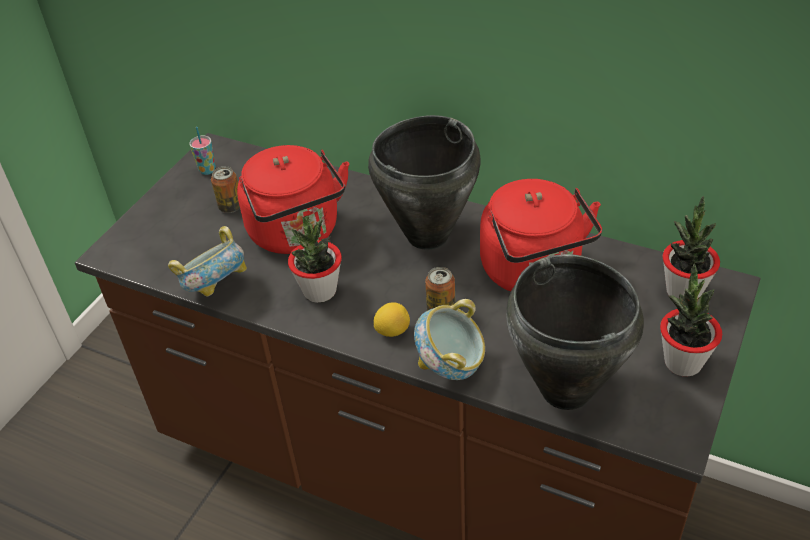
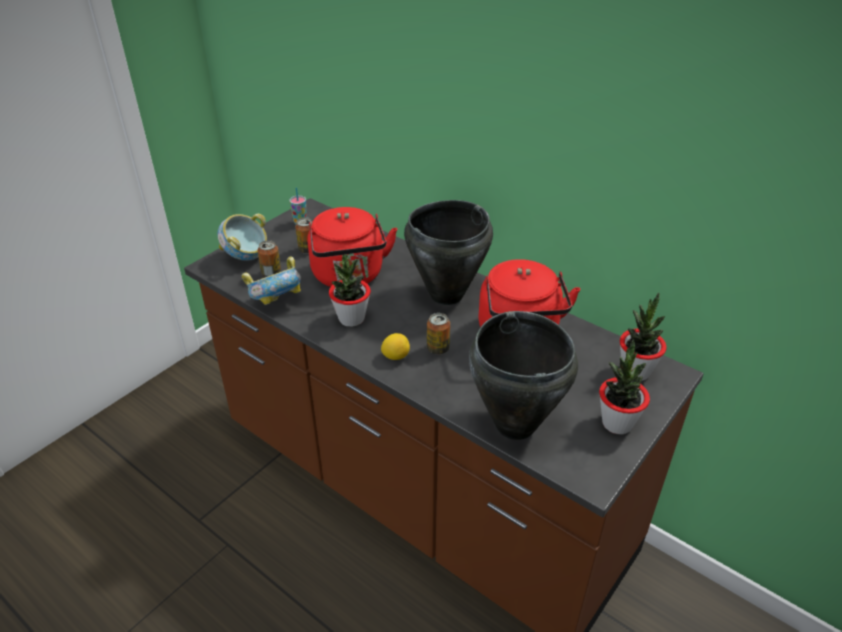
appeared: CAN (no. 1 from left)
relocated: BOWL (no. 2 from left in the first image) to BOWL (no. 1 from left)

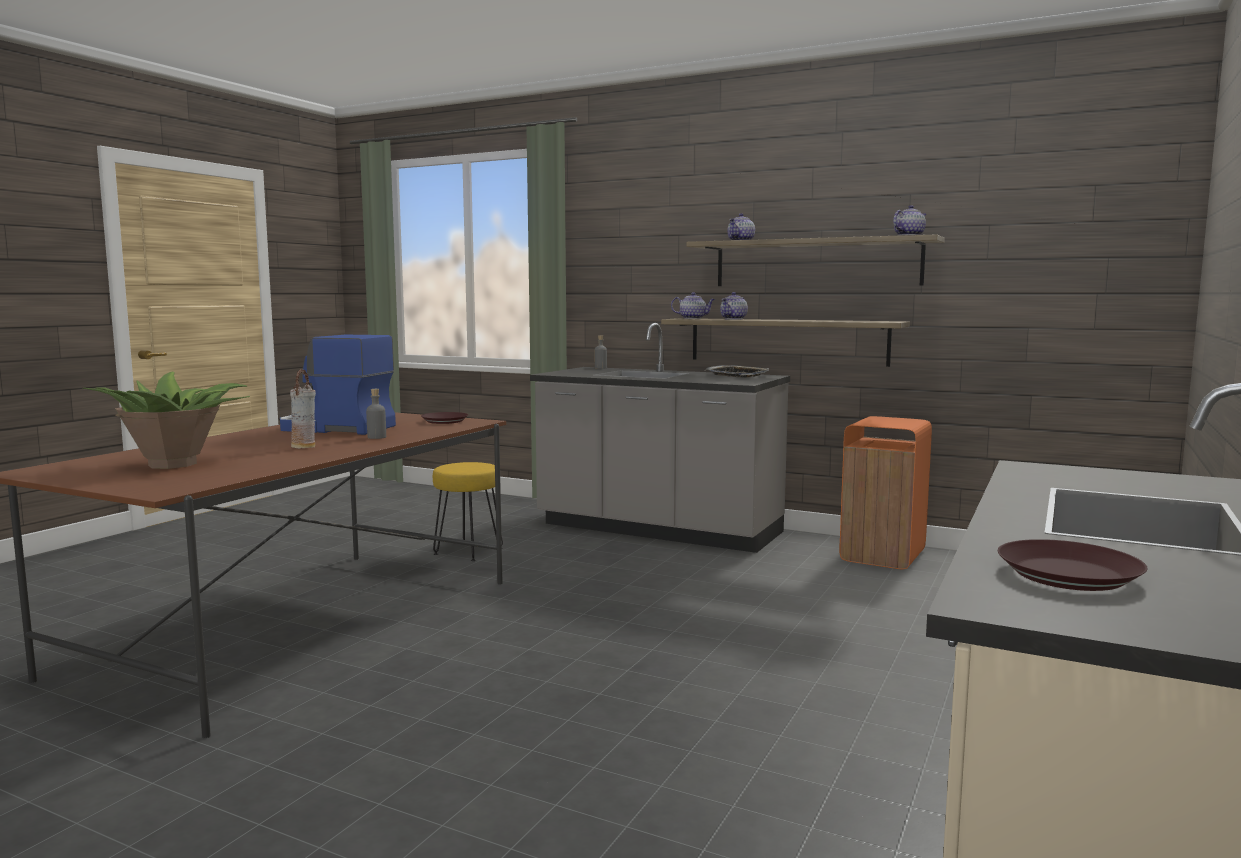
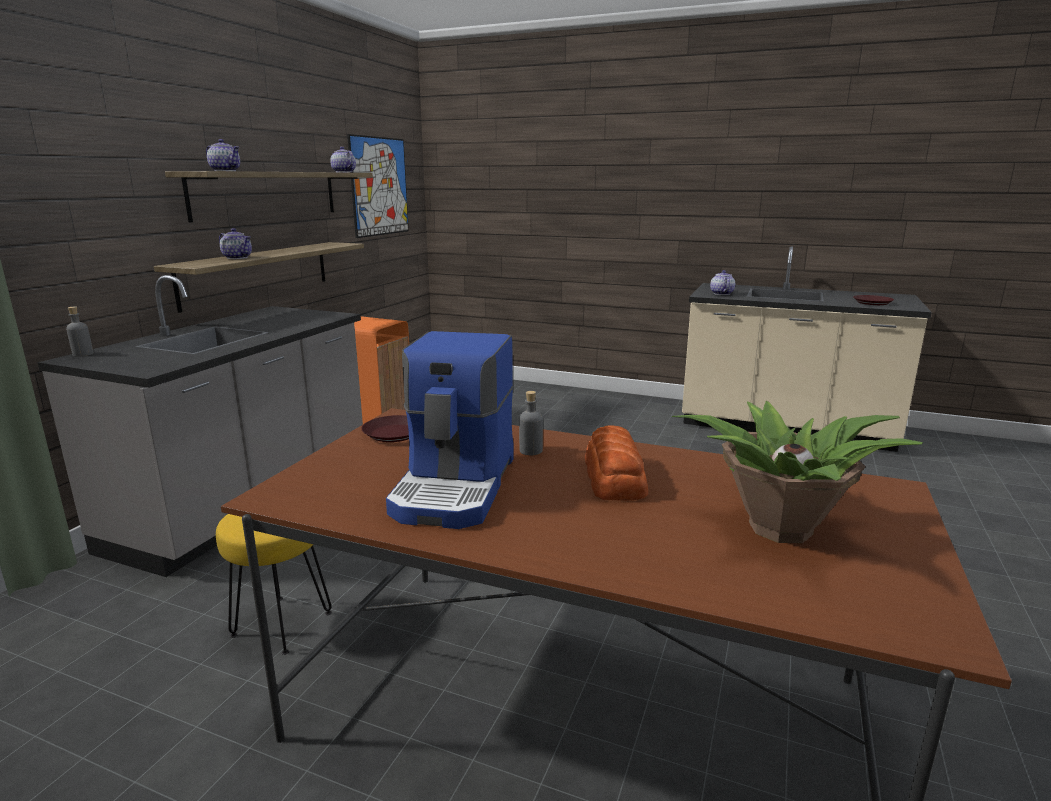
missing: TRAY
appeared: PICTURE
relocated: TEAPOT (no. 1 from left in the first image) to TEAPOT (no. 4 from left)
exchanged: VASE to BREAD

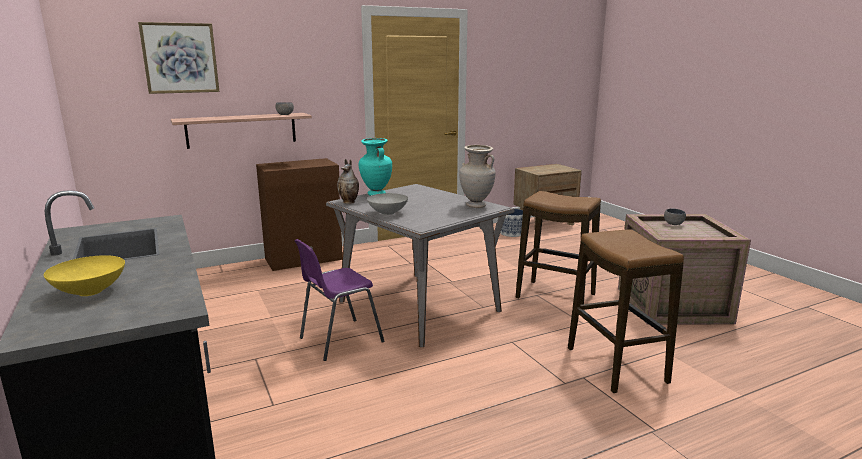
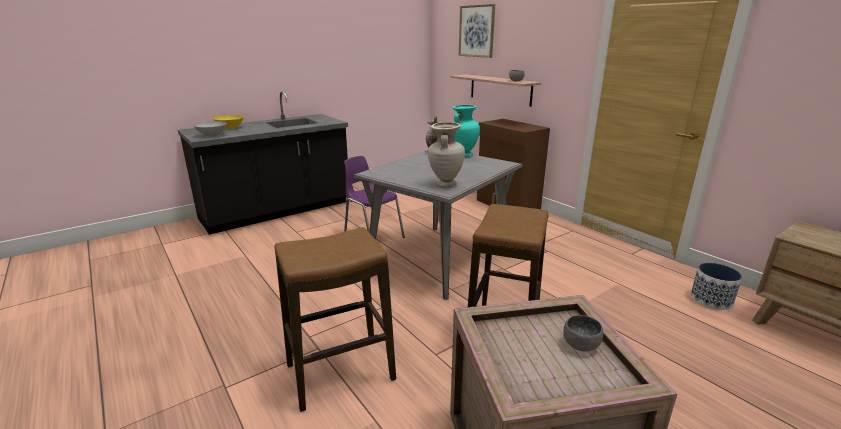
relocated: GREY BOWL (no. 2 from left in the first image) to GREY BOWL (no. 1 from left)

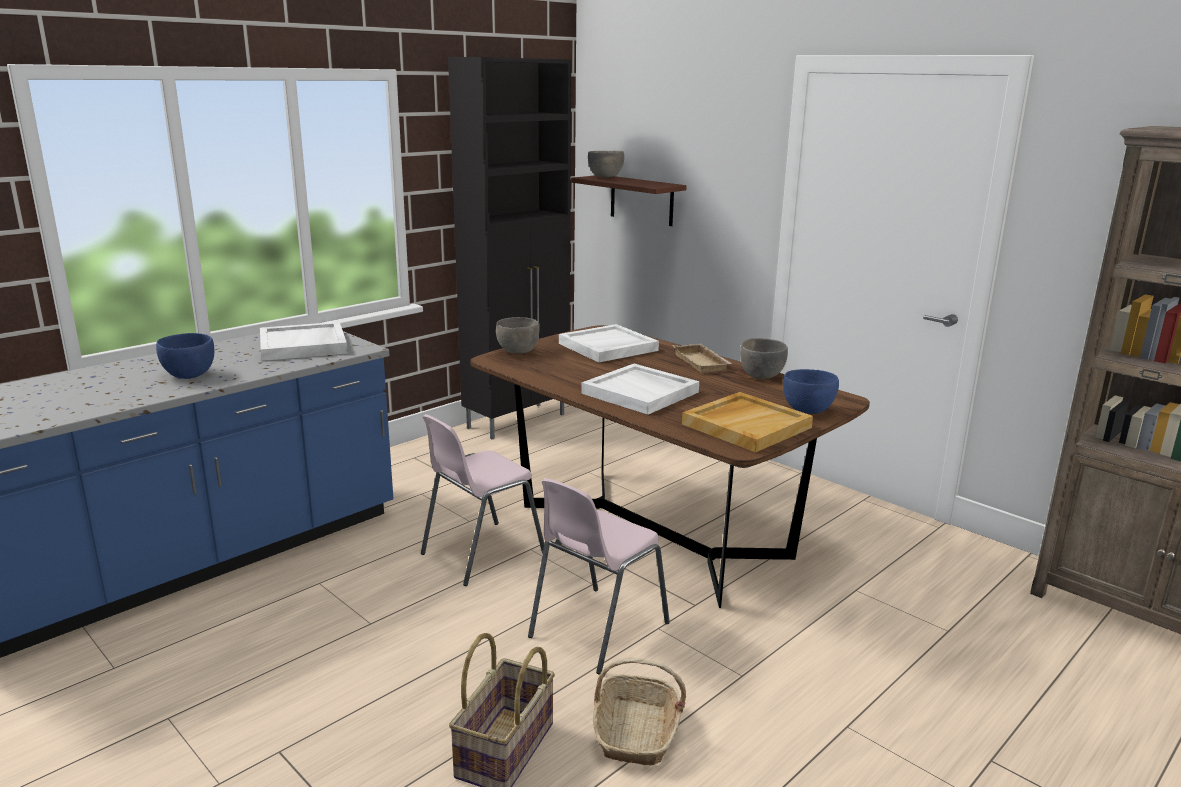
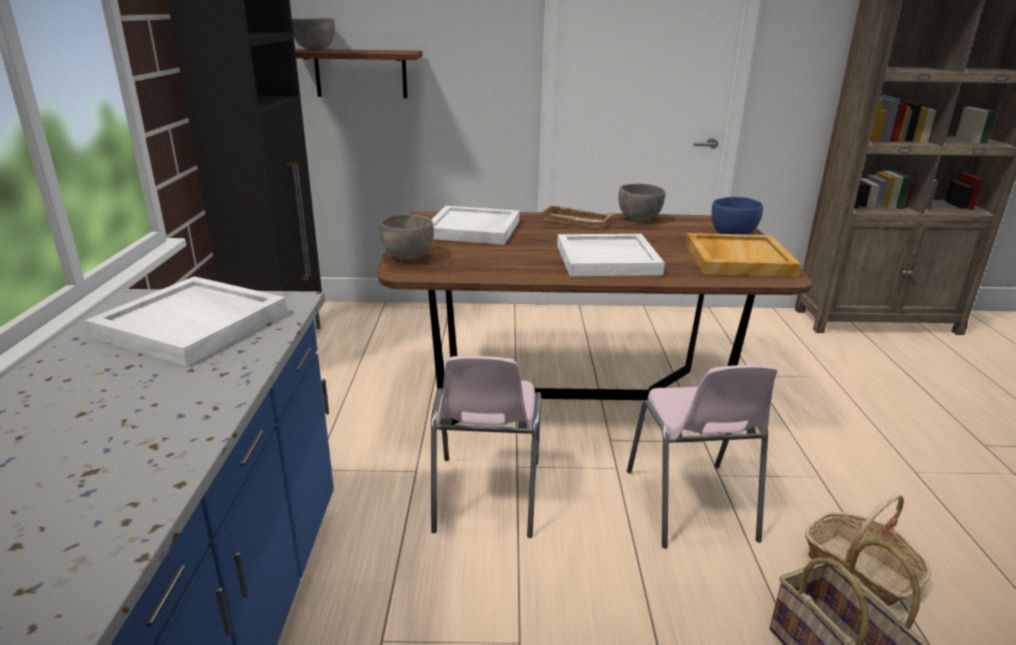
missing: BLUE BOWL (no. 1 from left)

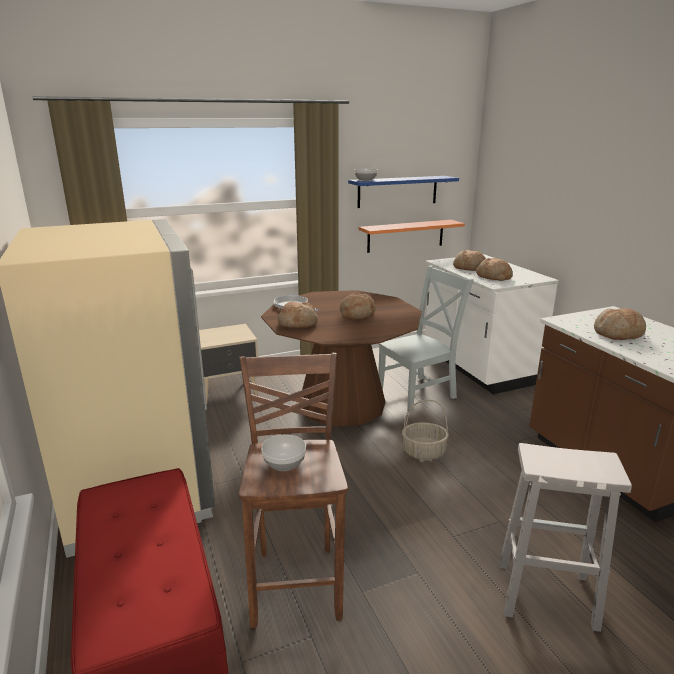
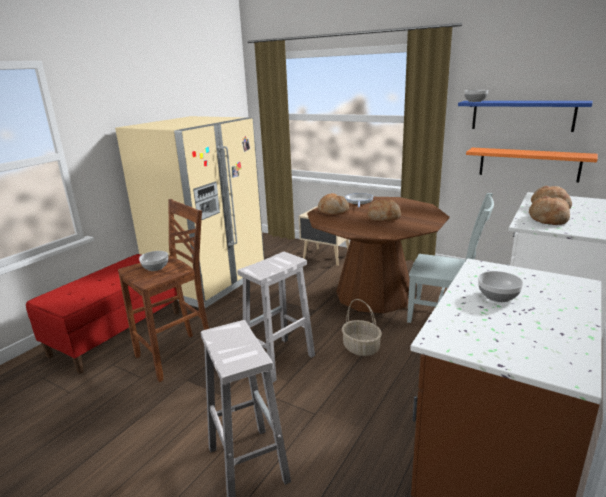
appeared: WHITE STOOL (no. 2 from left)
exchanged: BREAD (no. 5 from left) to BOWL (no. 3 from left)

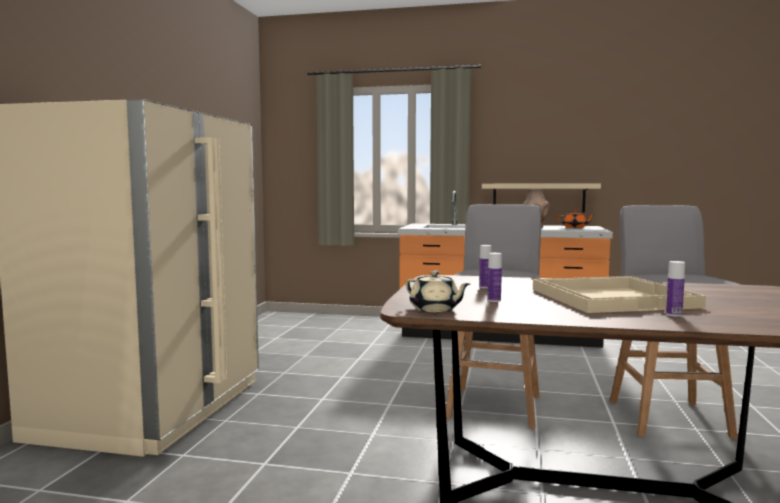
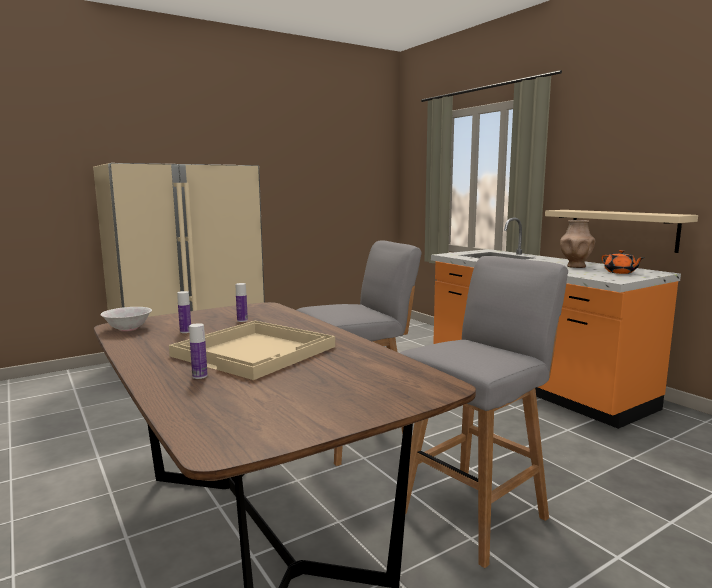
exchanged: BEIGE TEAPOT to WHITE BOWL

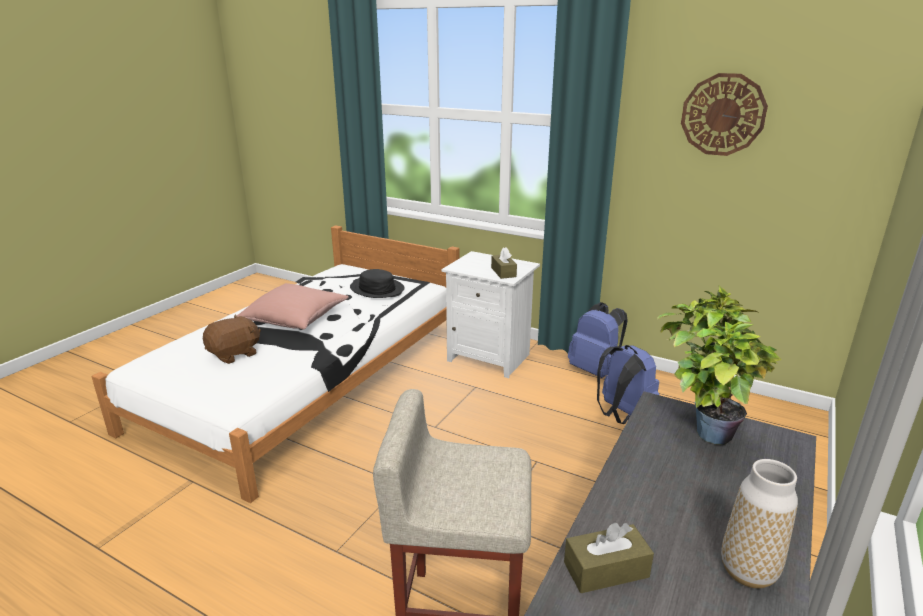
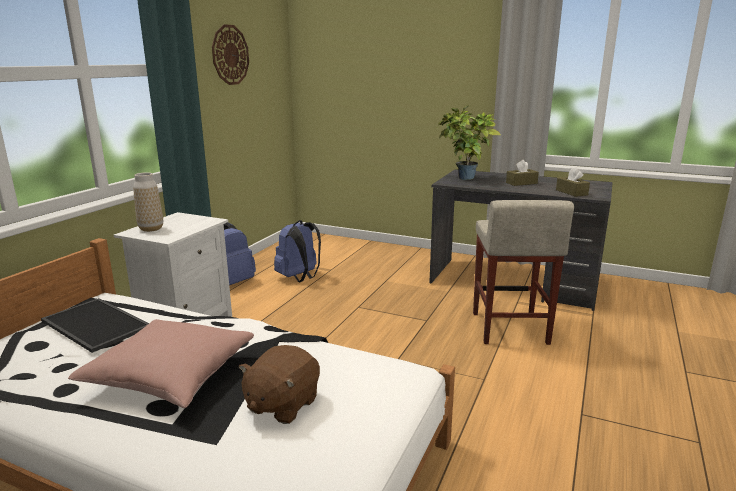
relocated: BROWN TISSUE BOX (no. 1 from left); VASE
exchanged: BLACK HAT to TRAY
spun: BROWN PLUSH TOY 105 degrees counterclockwise

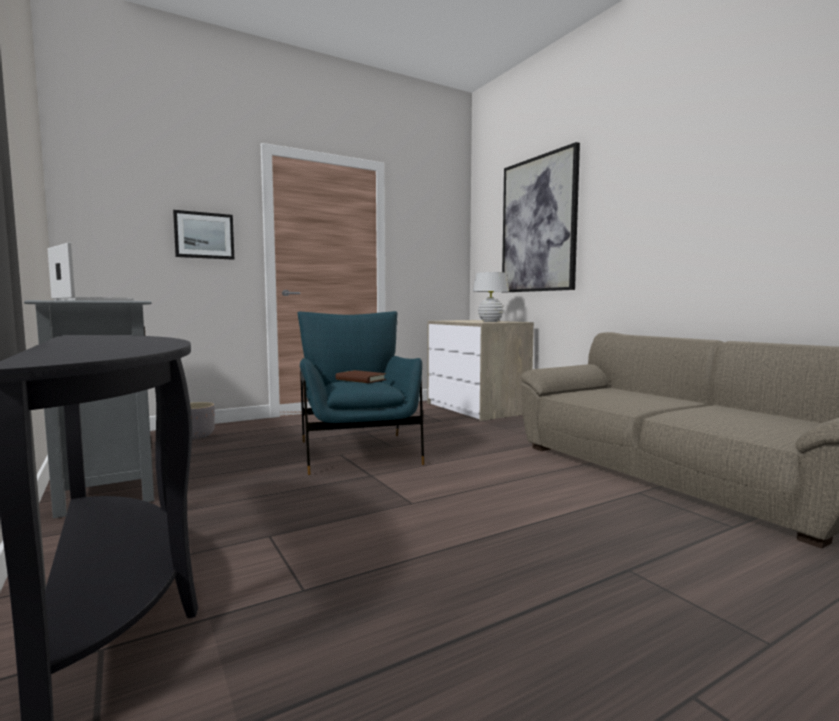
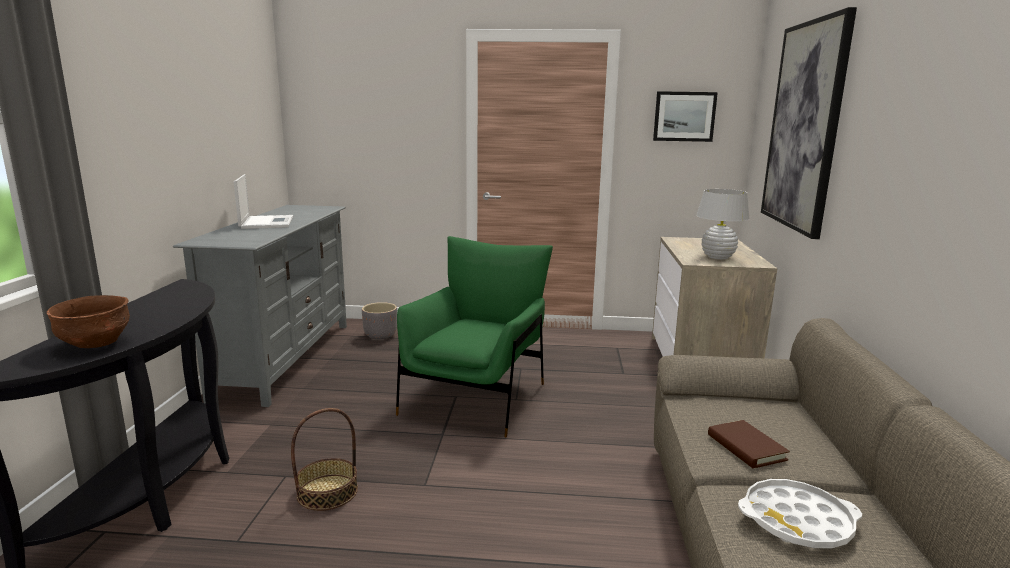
appeared: BROWN BOWL; BASKET; WHITE TRAY
relocated: PICTURE (no. 1 from left); BROWN BOOK
colour: BLUE ARMCHAIR to GREEN ARMCHAIR

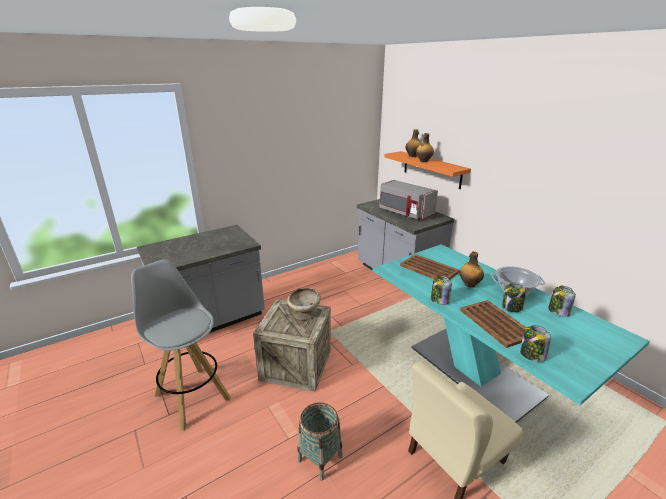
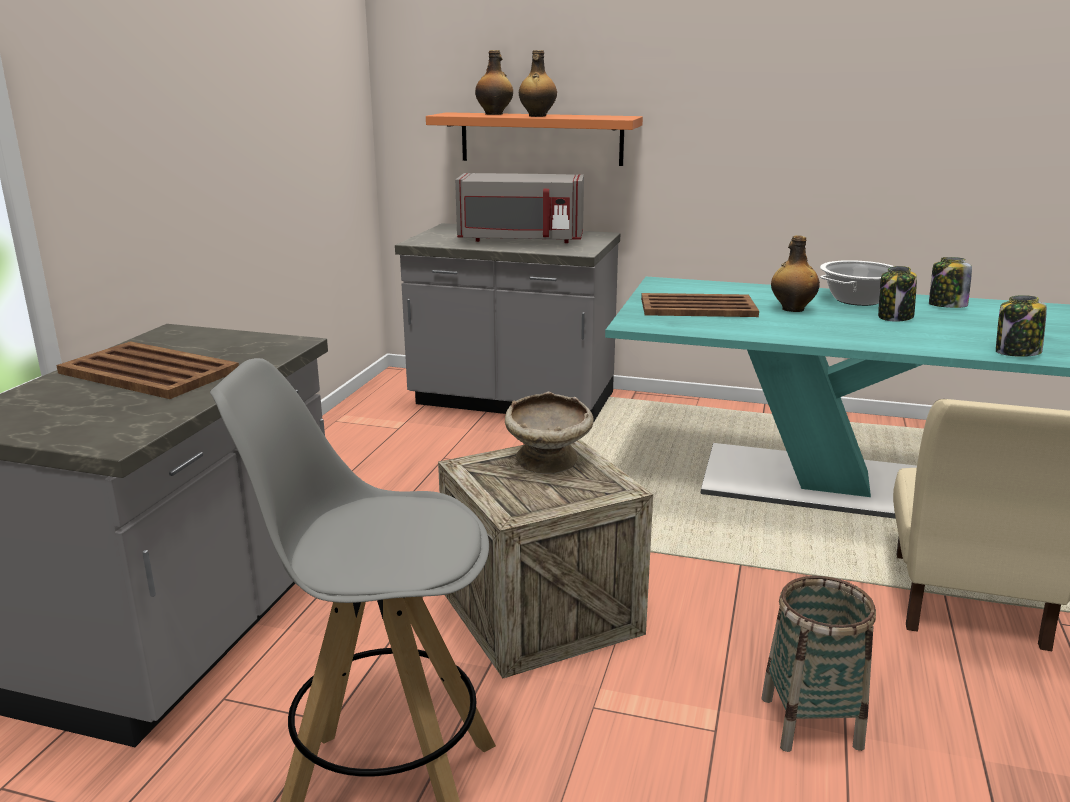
missing: JAR (no. 1 from left)
relocated: BROWN TRAY (no. 2 from left in the first image) to BROWN TRAY (no. 1 from left)

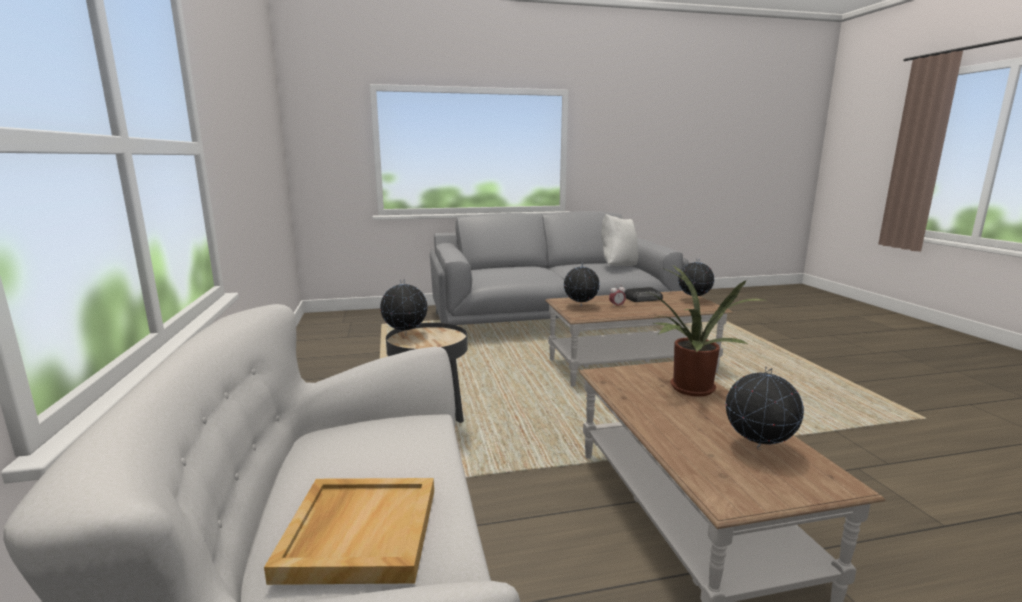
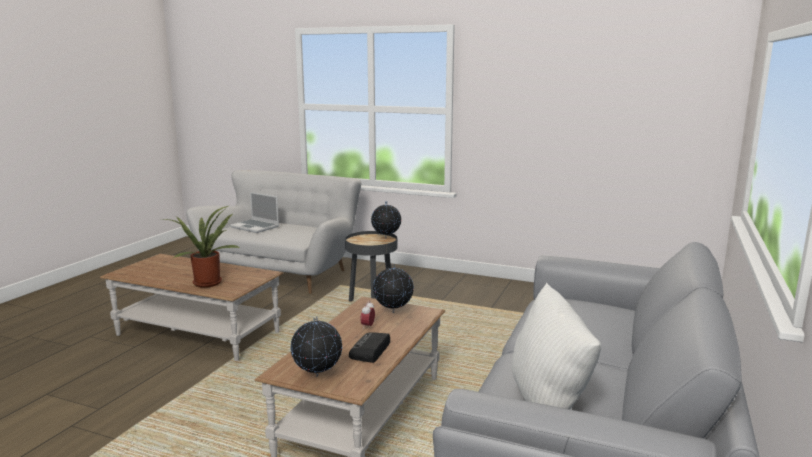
missing: GLOBE (no. 4 from left)
exchanged: BEIGE TRAY to LAPTOP

